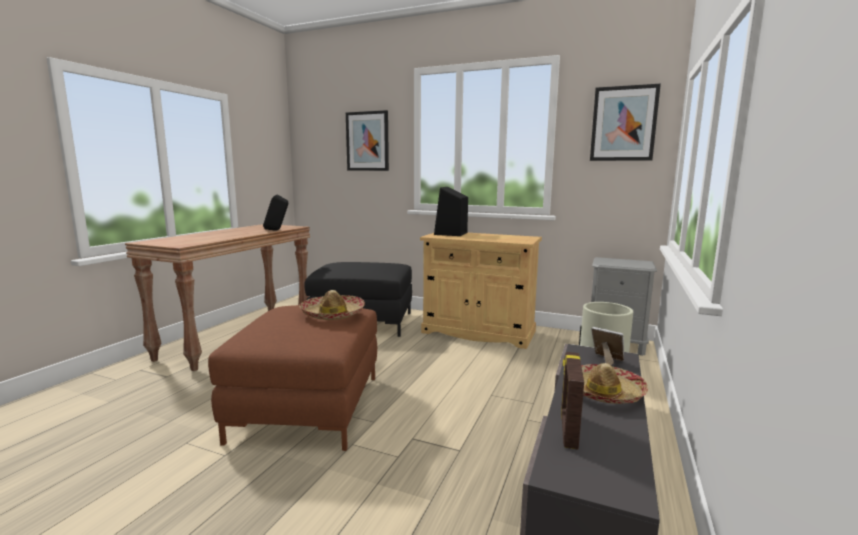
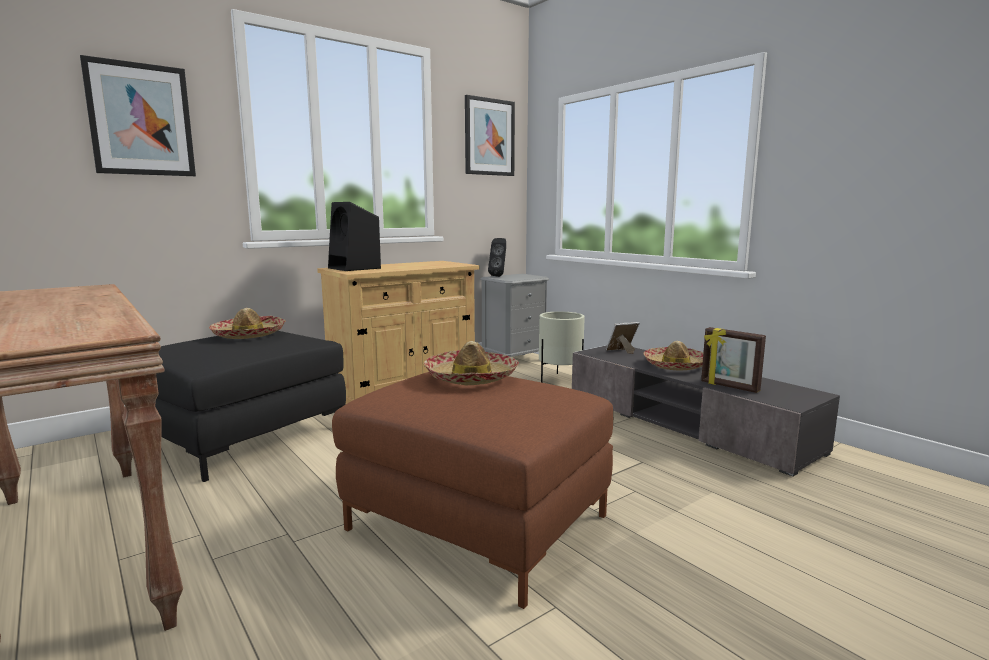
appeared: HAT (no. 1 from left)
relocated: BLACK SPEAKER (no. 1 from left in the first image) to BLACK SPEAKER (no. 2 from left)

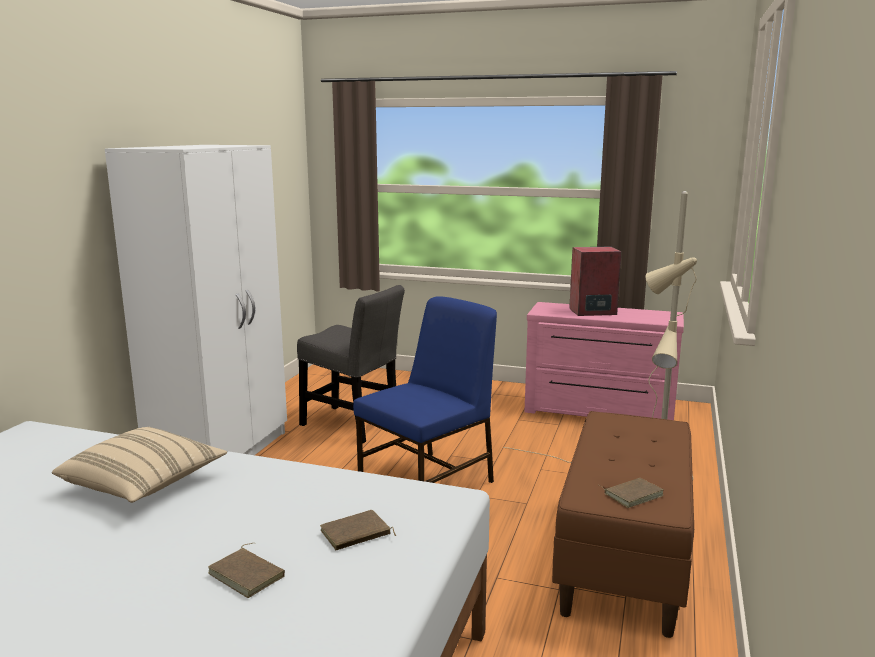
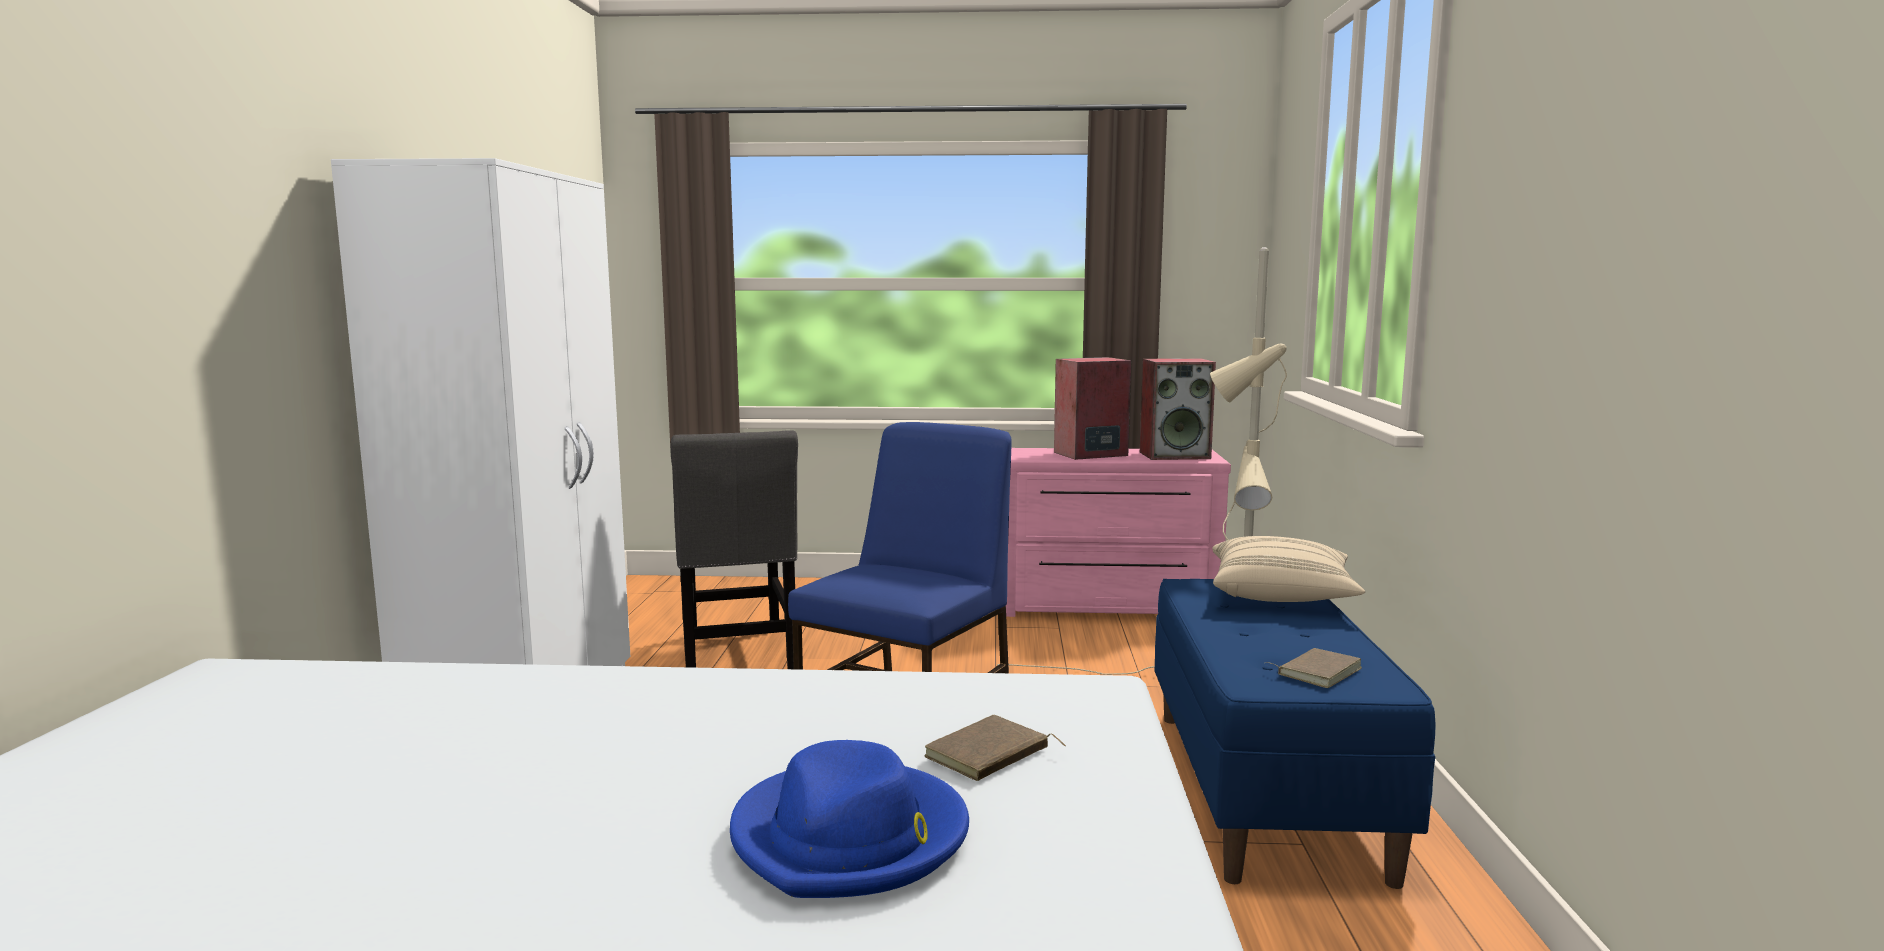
appeared: SPEAKER (no. 2 from left)
relocated: BEIGE PILLOW
exchanged: BROWN BOOK (no. 1 from left) to BLUE HAT
colour: BROWN BENCH to BLUE BENCH
spun: GREY CHAIR 60 degrees clockwise

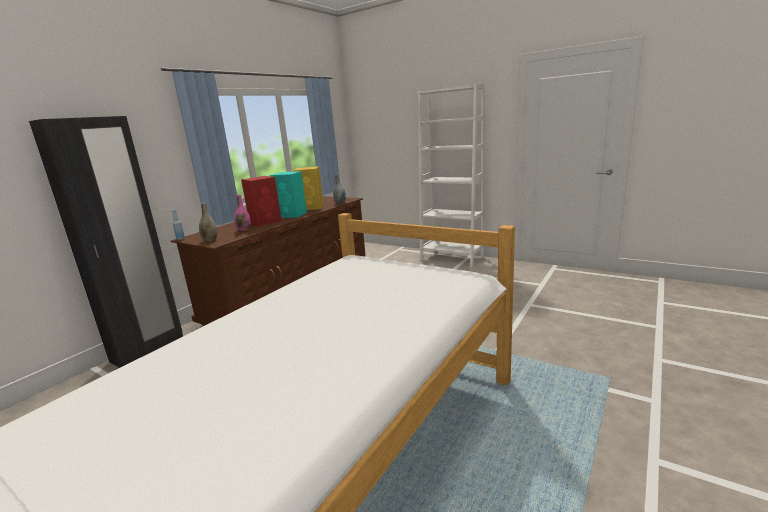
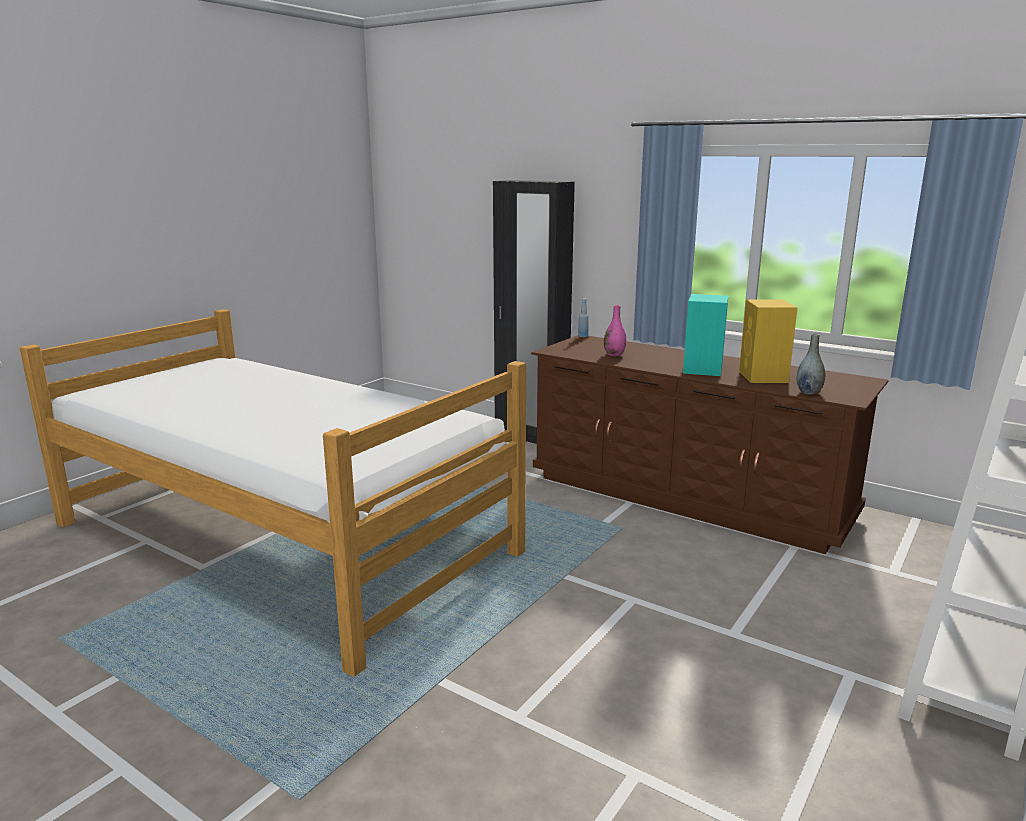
missing: GREY VASE (no. 1 from left); RED SPEAKER

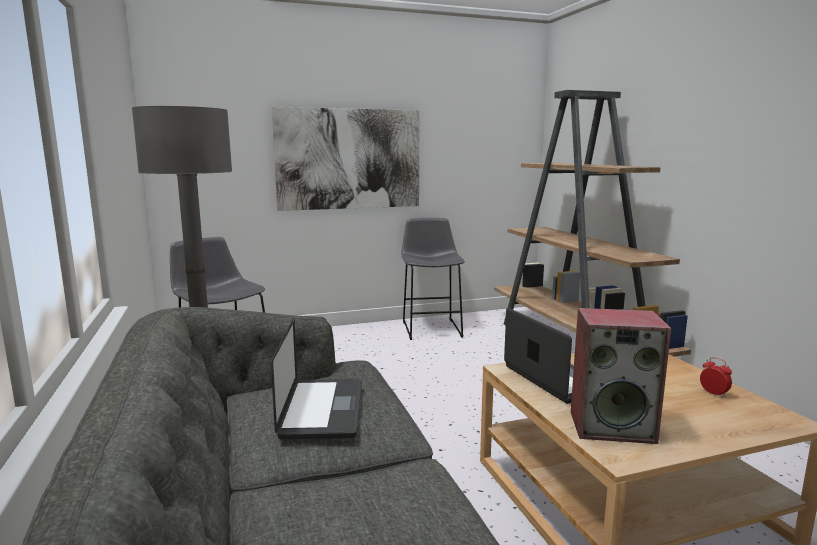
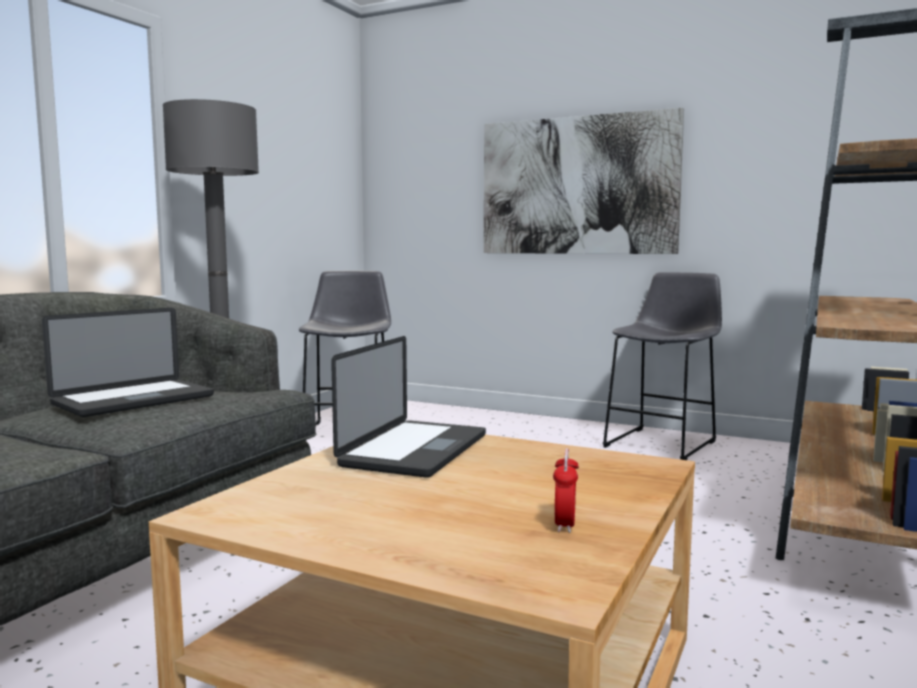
missing: SPEAKER

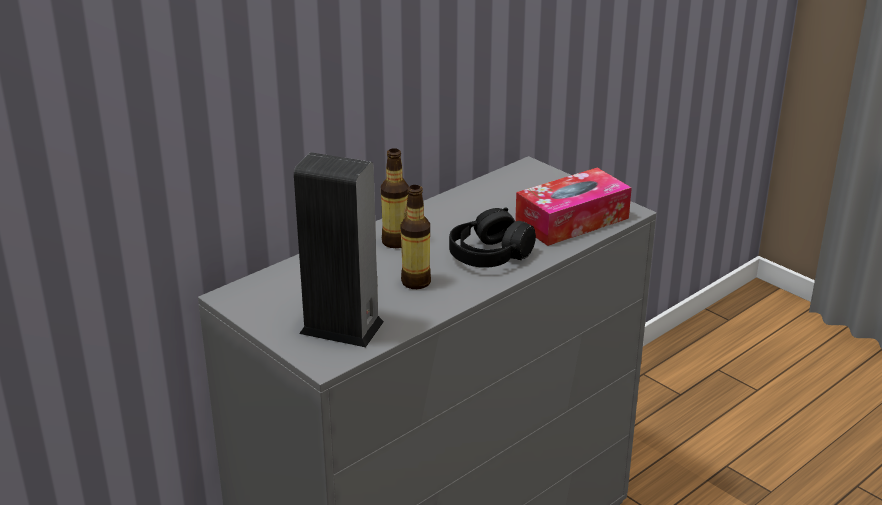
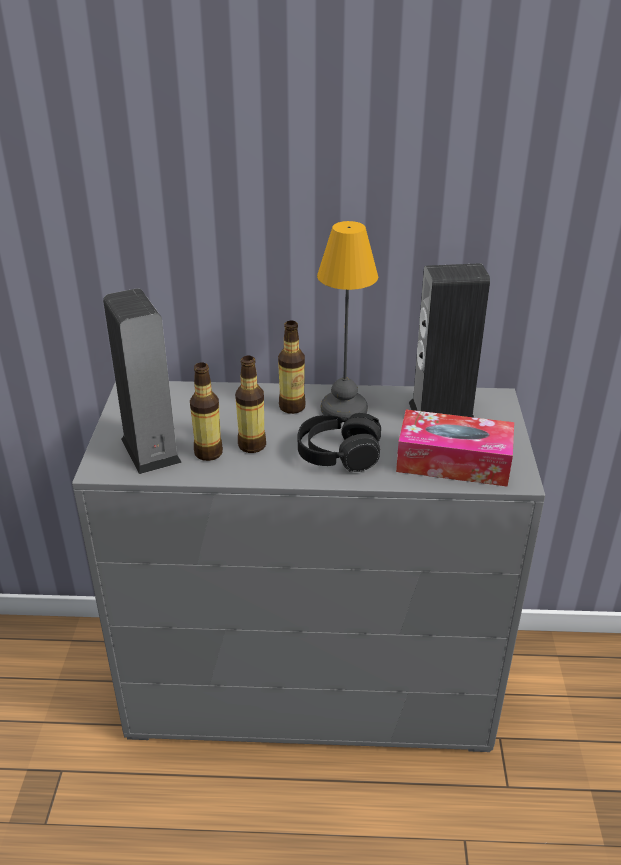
appeared: BOTTLE (no. 1 from left); TABLE LAMP; SPEAKER (no. 2 from left)

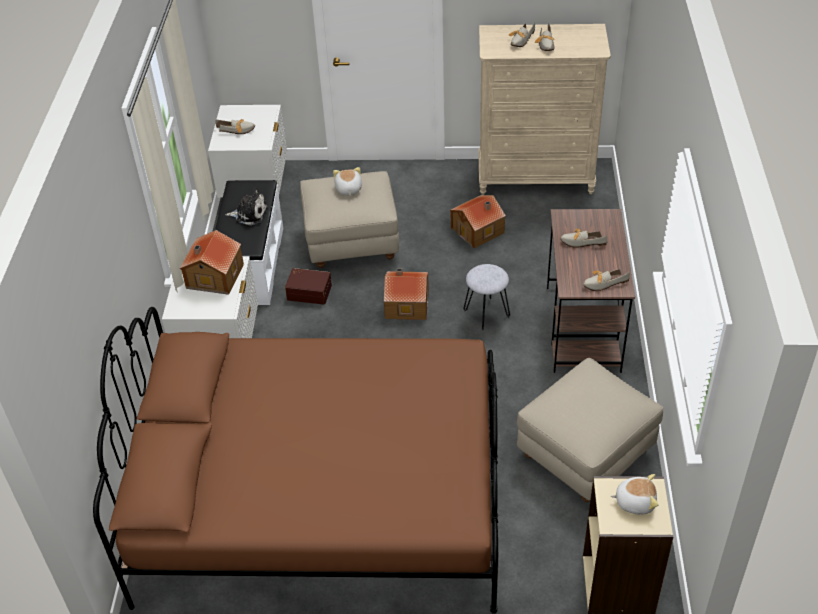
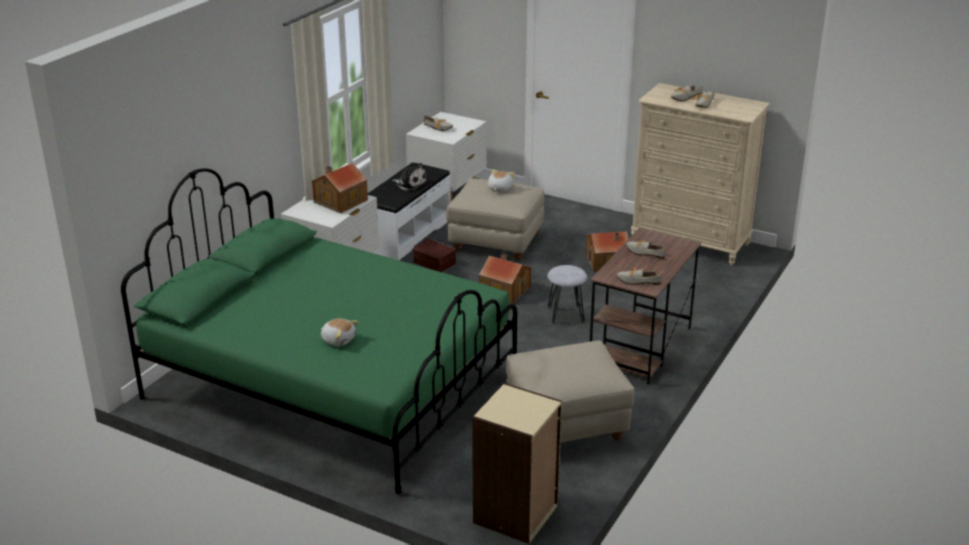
relocated: PLUSH TOY (no. 3 from left in the first image) to PLUSH TOY (no. 1 from left)
colour: BROWN BED to GREEN BED

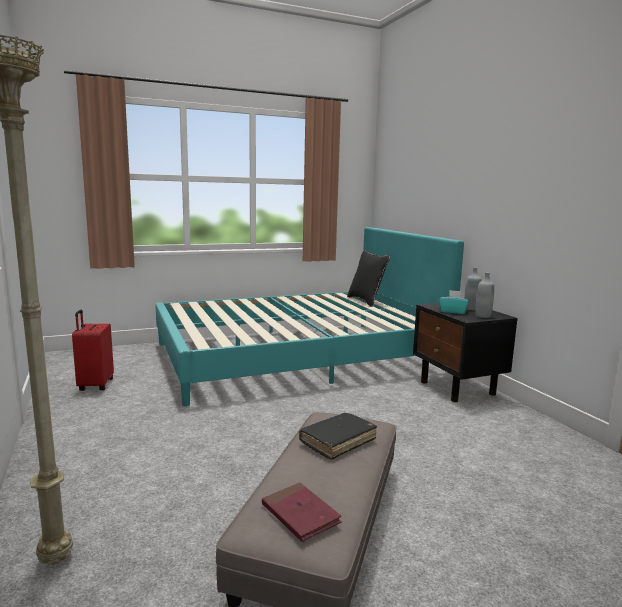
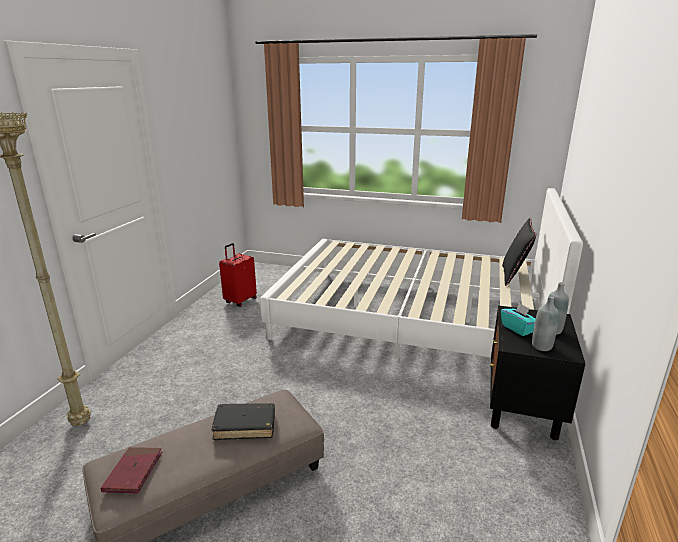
colour: TURQUOISE BED to WHITE BED

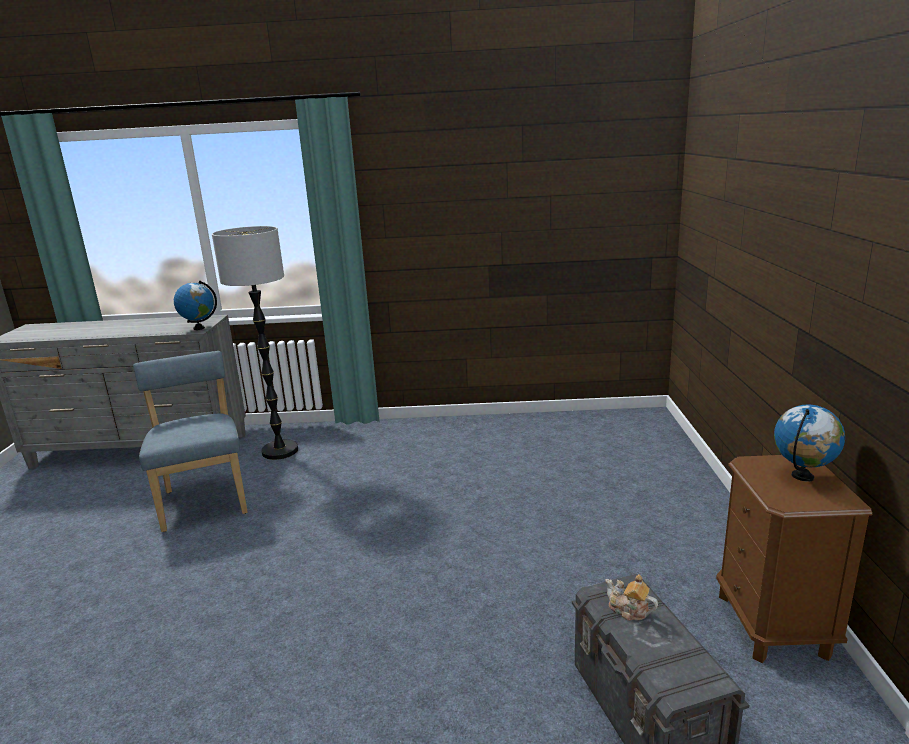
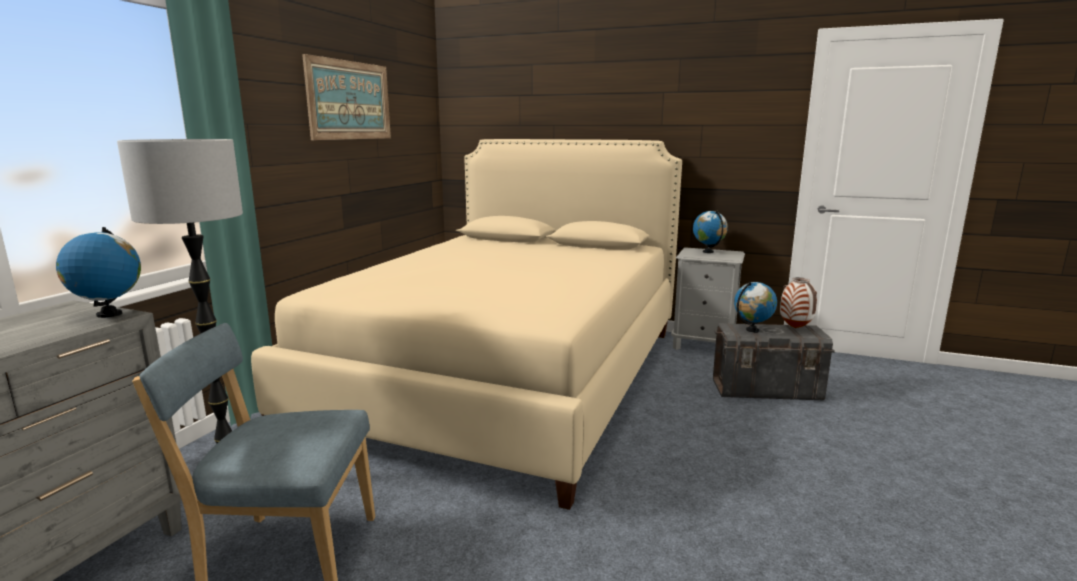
appeared: BEIGE BED; PICTURE; VASE
exchanged: TEAPOT to GLOBE (no. 3 from left)
colour: BROWN NIGHTSTAND to GREY NIGHTSTAND

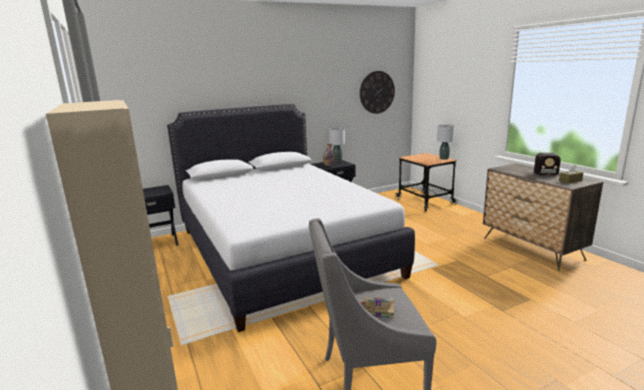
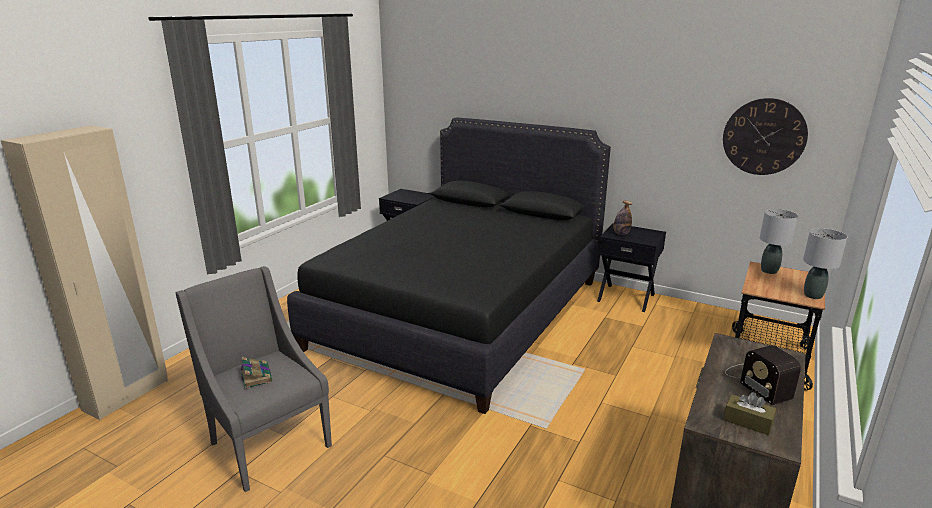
relocated: GREY TABLE LAMP (no. 1 from left)
colour: WHITE BED to BLACK BED

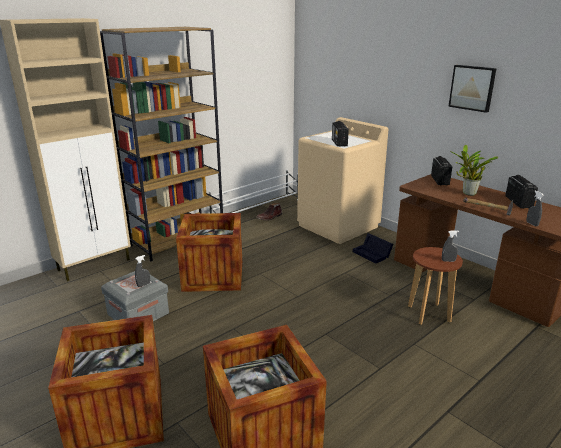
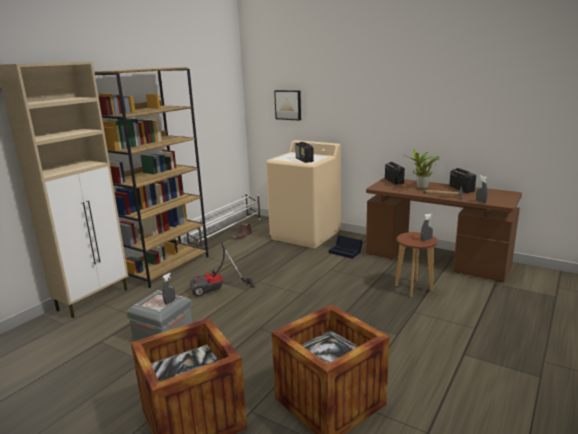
relocated: PICTURE
exchanged: CRATE (no. 2 from left) to VACUUM CLEANER

